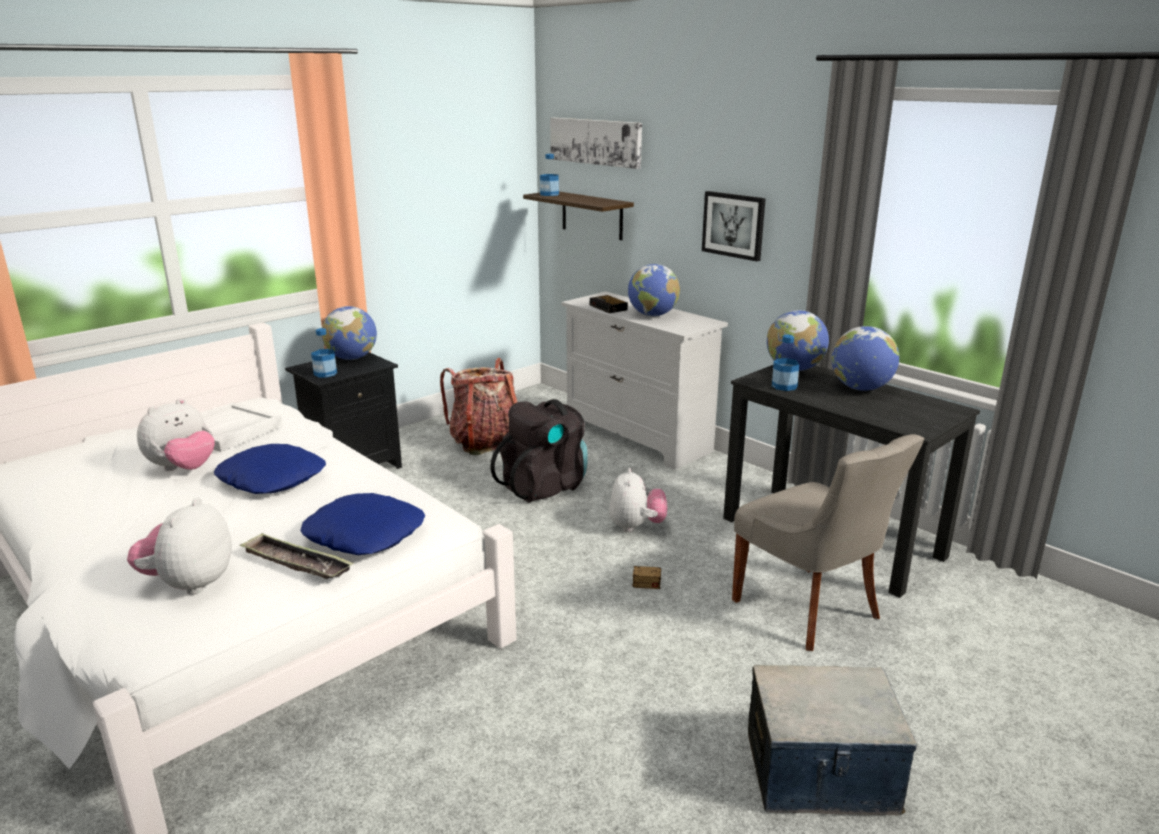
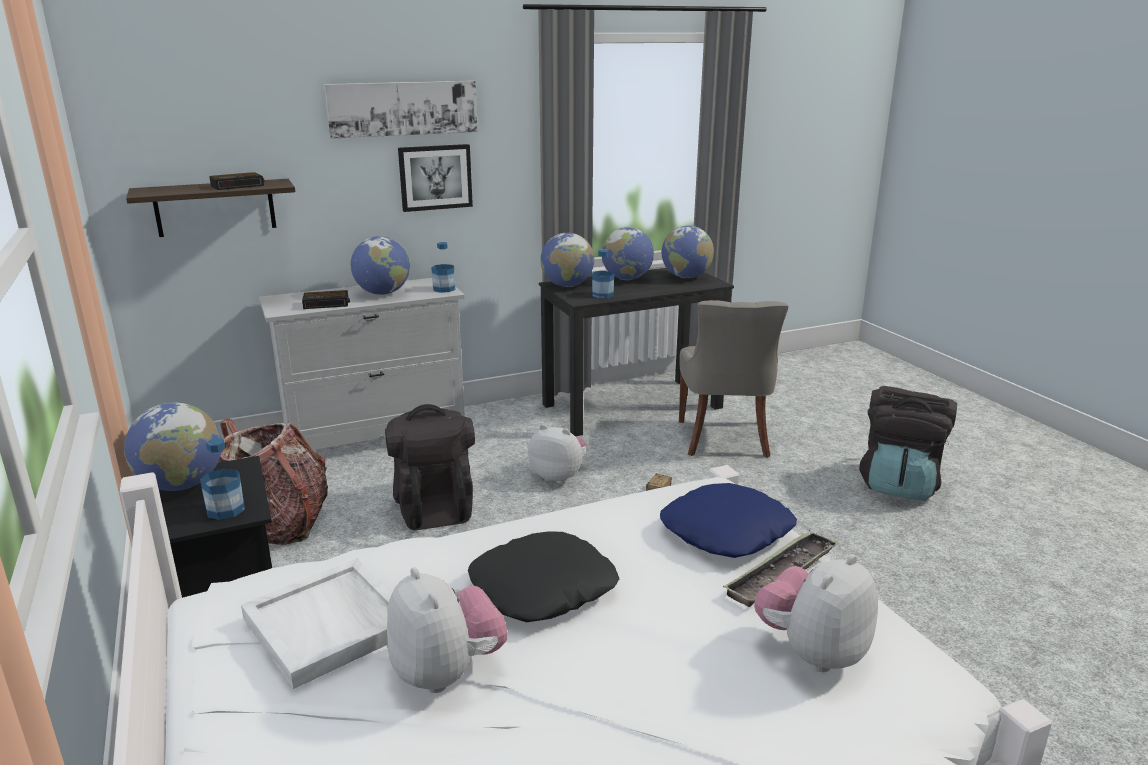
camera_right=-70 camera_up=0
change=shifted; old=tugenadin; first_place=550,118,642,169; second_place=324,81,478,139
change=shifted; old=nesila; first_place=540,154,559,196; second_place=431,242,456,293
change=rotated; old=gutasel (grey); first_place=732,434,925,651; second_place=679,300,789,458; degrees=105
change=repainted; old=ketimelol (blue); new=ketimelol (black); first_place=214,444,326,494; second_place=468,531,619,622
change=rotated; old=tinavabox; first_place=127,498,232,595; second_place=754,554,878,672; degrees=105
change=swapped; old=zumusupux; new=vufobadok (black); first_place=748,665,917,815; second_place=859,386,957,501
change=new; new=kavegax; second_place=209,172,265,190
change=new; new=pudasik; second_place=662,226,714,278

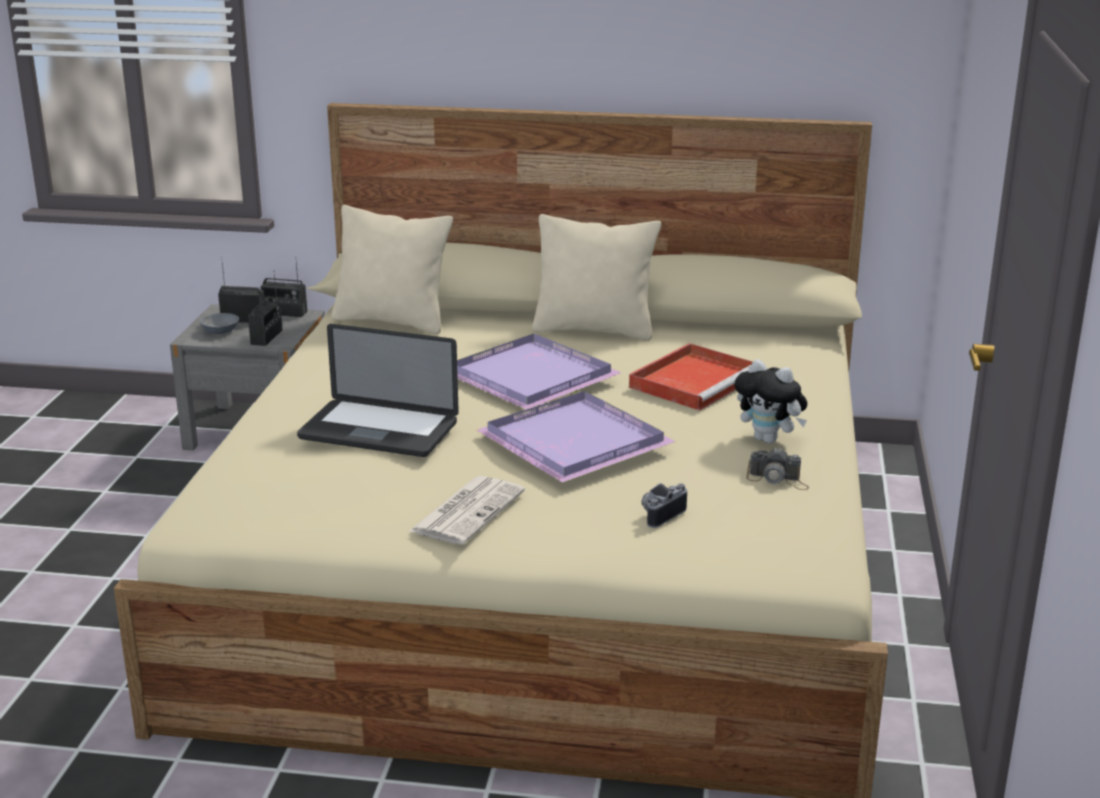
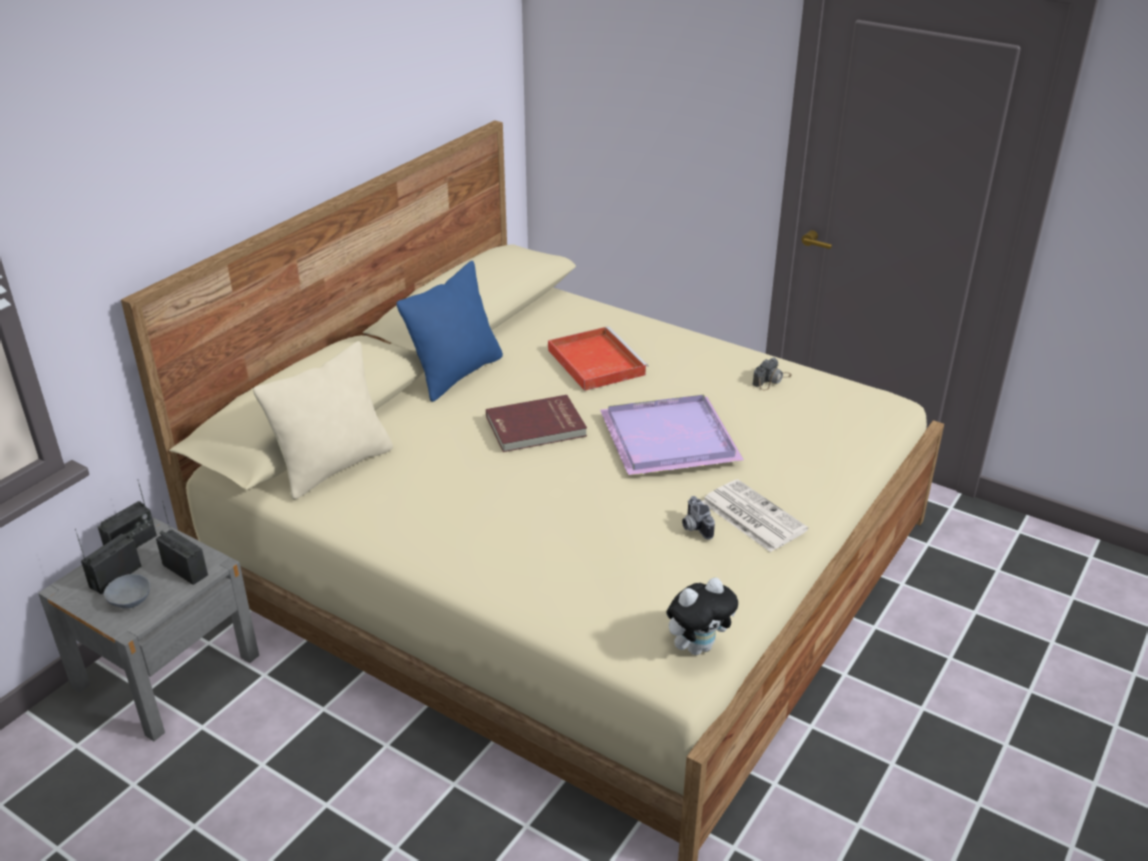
camera_right=-65 camera_up=10
change=repainted; old=ketimelol (beige); new=ketimelol (blue); first_place=532,214,661,341; second_place=396,261,503,402
change=gone; old=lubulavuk; first_place=297,324,459,457
change=swapped; old=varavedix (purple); new=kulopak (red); first_place=457,334,622,410; second_place=486,395,587,452
change=shifted; old=tinavabox; first_place=734,359,807,444; second_place=666,578,738,655
change=shifted; old=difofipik; first_place=641,483,687,528; second_place=682,496,715,539

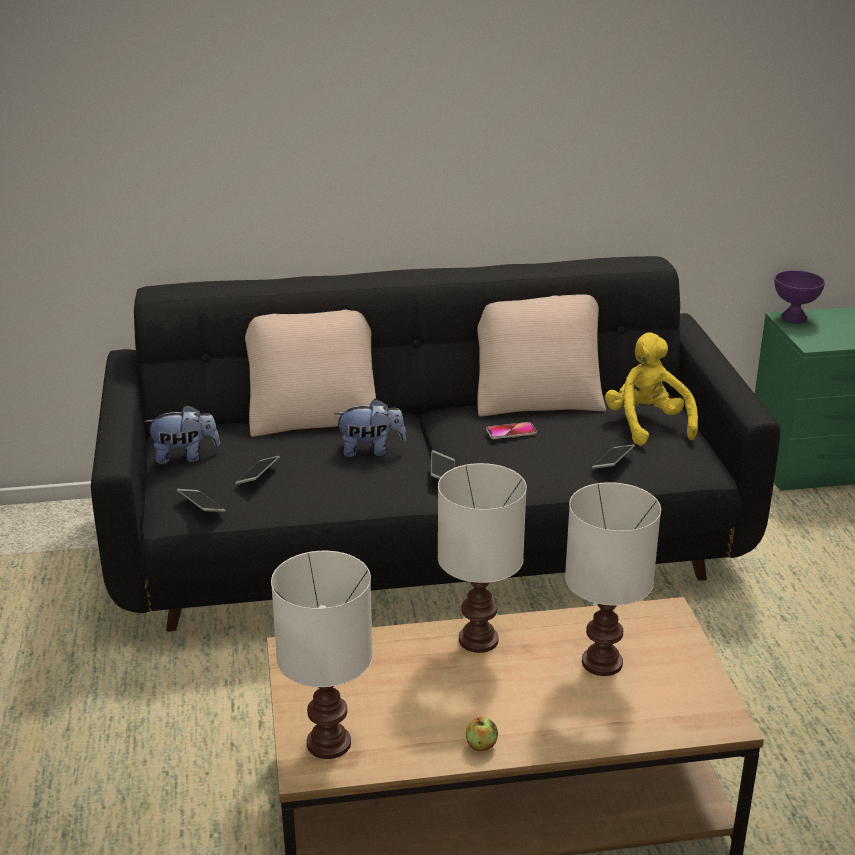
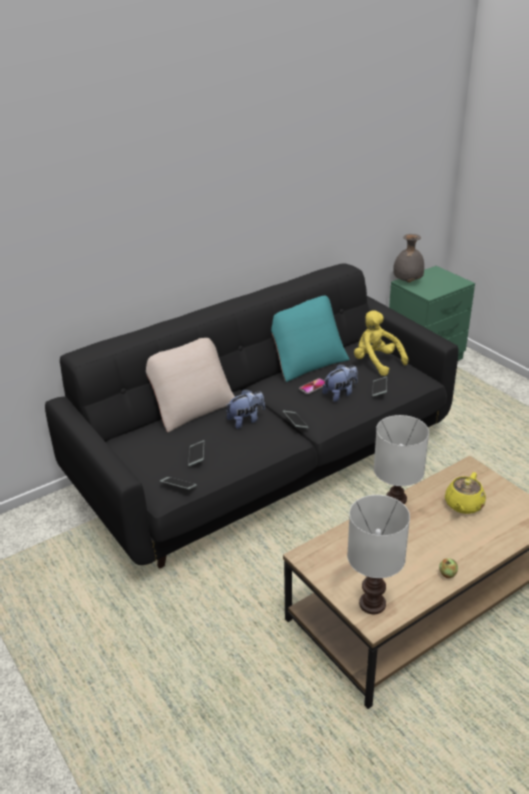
camera_right=-25 camera_up=5
change=swapped; old=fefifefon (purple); new=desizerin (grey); first_place=774,270,825,324; second_place=394,234,424,283
change=repainted; old=ketimelol (beige); new=ketimelol (turquoise); first_place=477,294,606,417; second_place=271,296,350,382
change=shifted; old=tinavabox; first_place=144,405,220,465; second_place=322,364,358,402
change=swapped; old=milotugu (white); new=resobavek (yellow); first_place=565,482,661,676; second_place=445,472,486,514

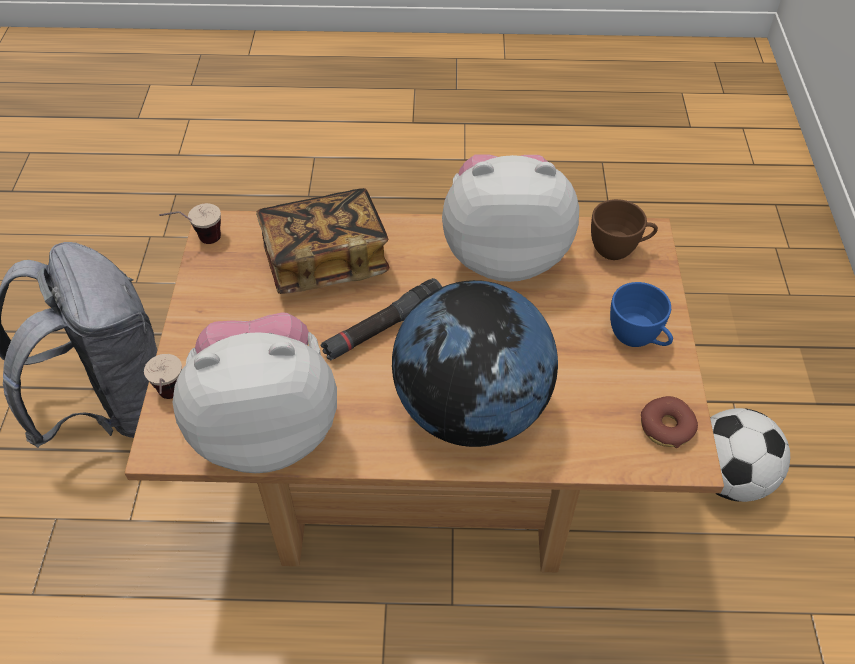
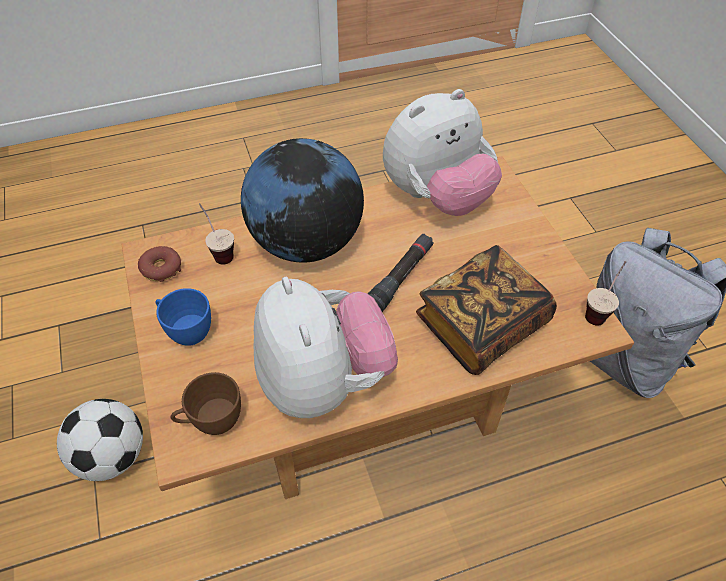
camera_right=160 camera_up=0
change=rotated; old=tinavabox; first_place=442,154,579,282; second_place=254,277,398,418; degrees=-90
change=shifted; old=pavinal; first_place=144,354,182,399; second_place=199,203,234,265

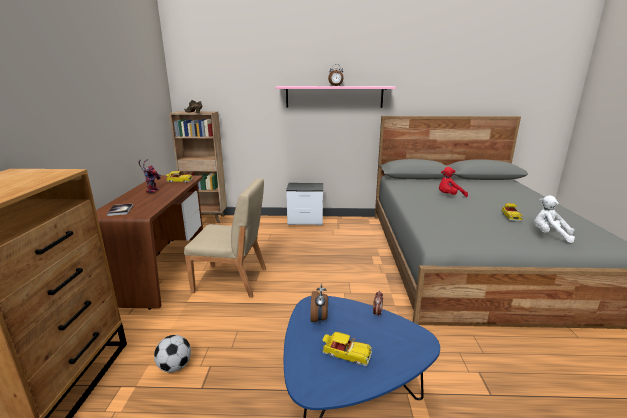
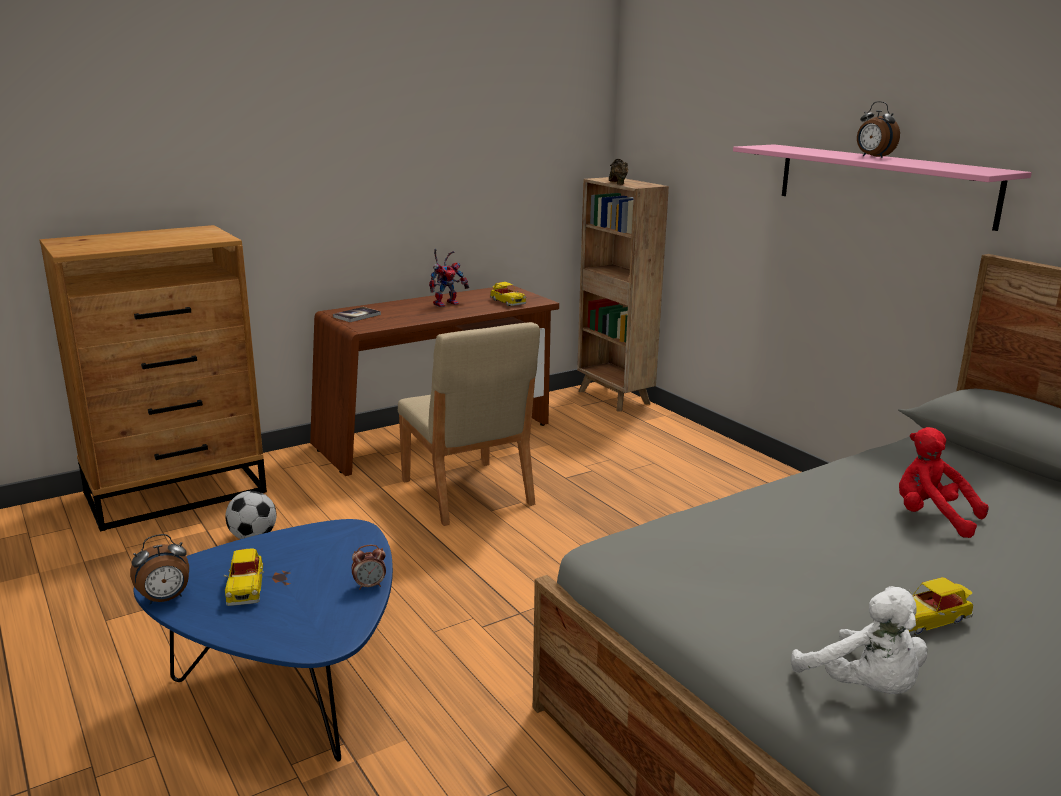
camera_right=55 camera_up=0
change=gone; old=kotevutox; first_place=286,183,323,225
change=rotated; old=tinavabox (white); first_place=534,196,575,243; second_place=791,586,927,694; degrees=150
change=shifted; old=kavegax; first_place=310,283,328,324; second_place=130,534,189,605

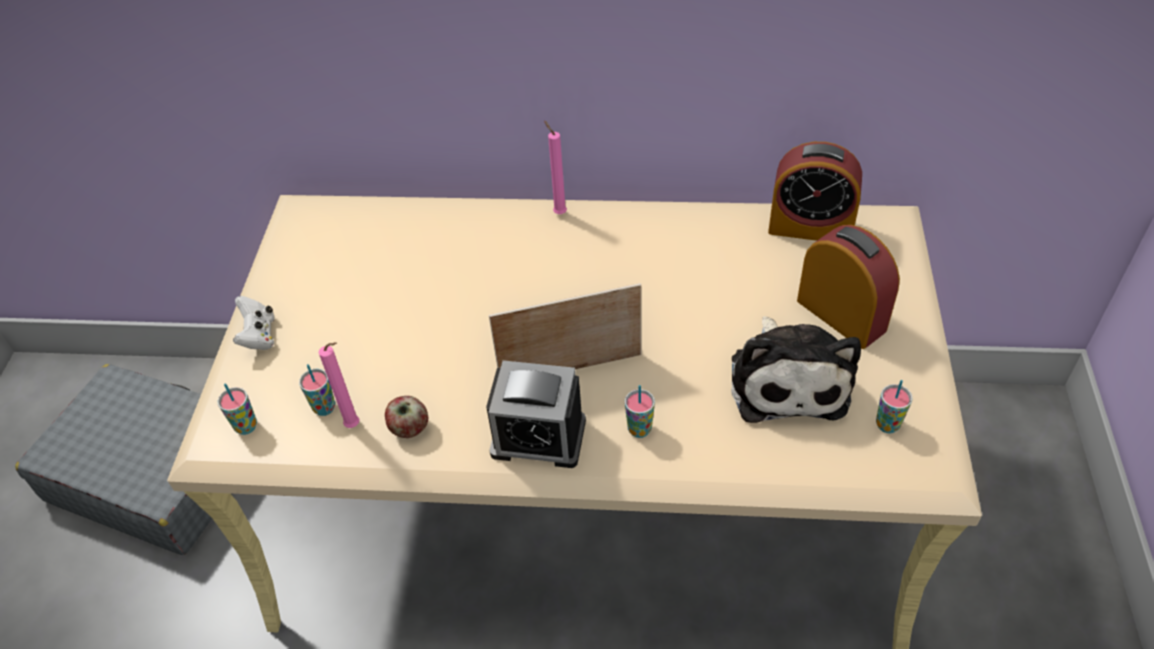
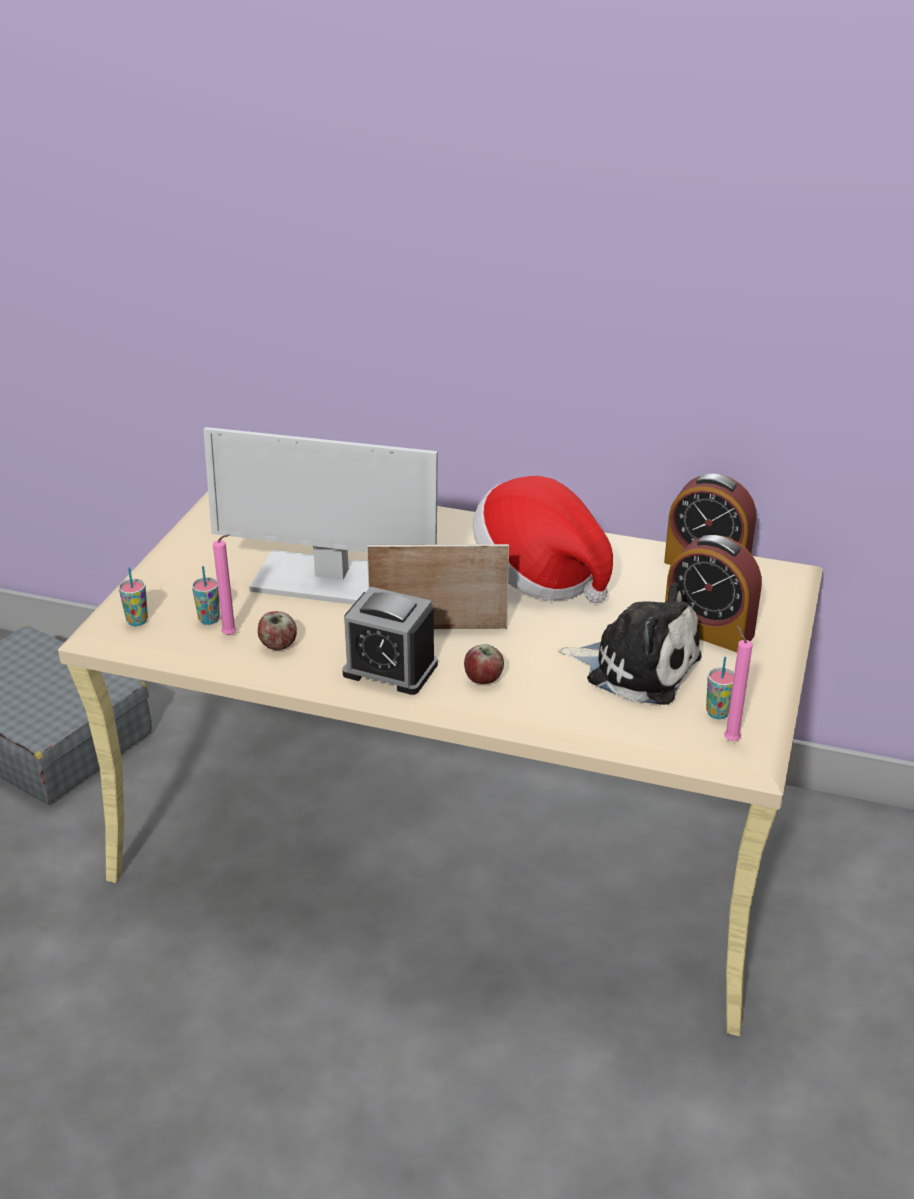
camera_right=10 camera_up=-15
change=shifted; old=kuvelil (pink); first_place=544,121,567,214; second_place=724,625,753,741
change=rotated; old=kavegax; first_place=797,225,900,349; second_place=665,535,762,652; degrees=150
change=gone; old=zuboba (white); first_place=233,296,275,350
change=rotated; old=tinavabox; first_place=731,316,861,423; second_place=558,582,702,705; degrees=-75
change=swapped; old=pavinal; new=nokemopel; first_place=625,385,655,438; second_place=464,644,504,684
change=new; new=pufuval; second_place=203,427,438,605
change=new; new=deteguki; second_place=473,476,613,603

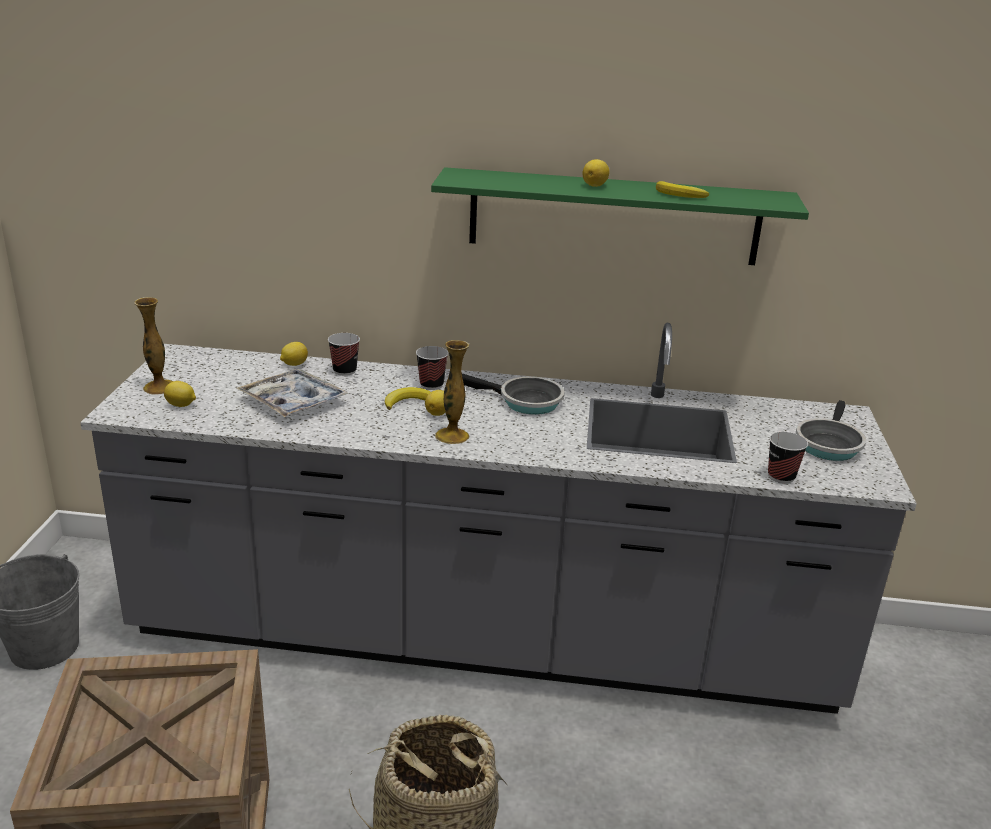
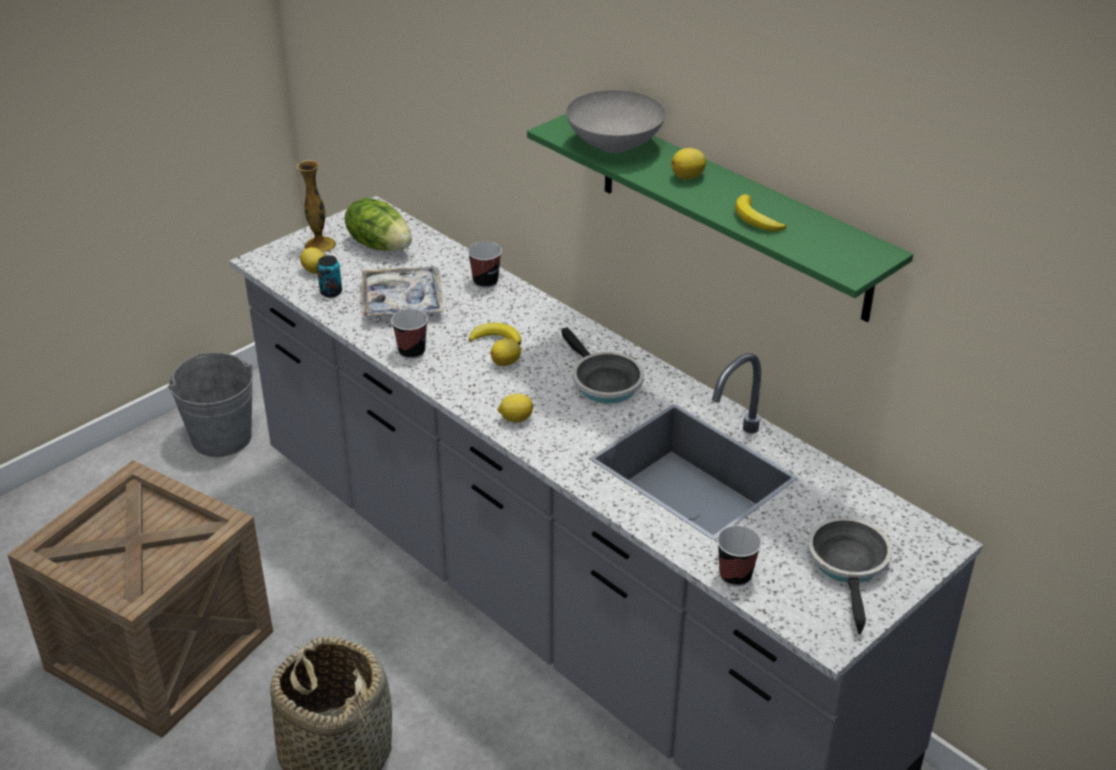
camera_right=40 camera_up=10
change=gone; old=desizerin; first_place=435,340,469,444
change=shifted; old=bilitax; first_place=280,342,308,366; second_place=498,394,533,423
change=shifted; old=pavinal; first_place=416,346,449,390; second_place=391,309,428,359
change=rotated; old=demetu; first_place=796,400,866,461; second_place=808,517,892,634; degrees=120
change=new; new=fefifefon (grey); second_place=566,90,666,153
change=new; new=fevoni; second_place=345,198,412,251
change=new; new=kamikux; second_place=317,255,342,297

